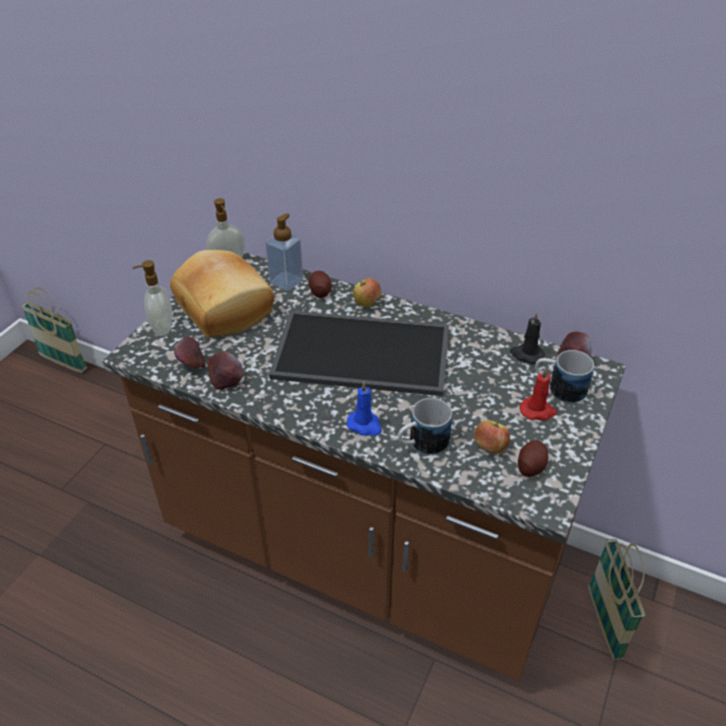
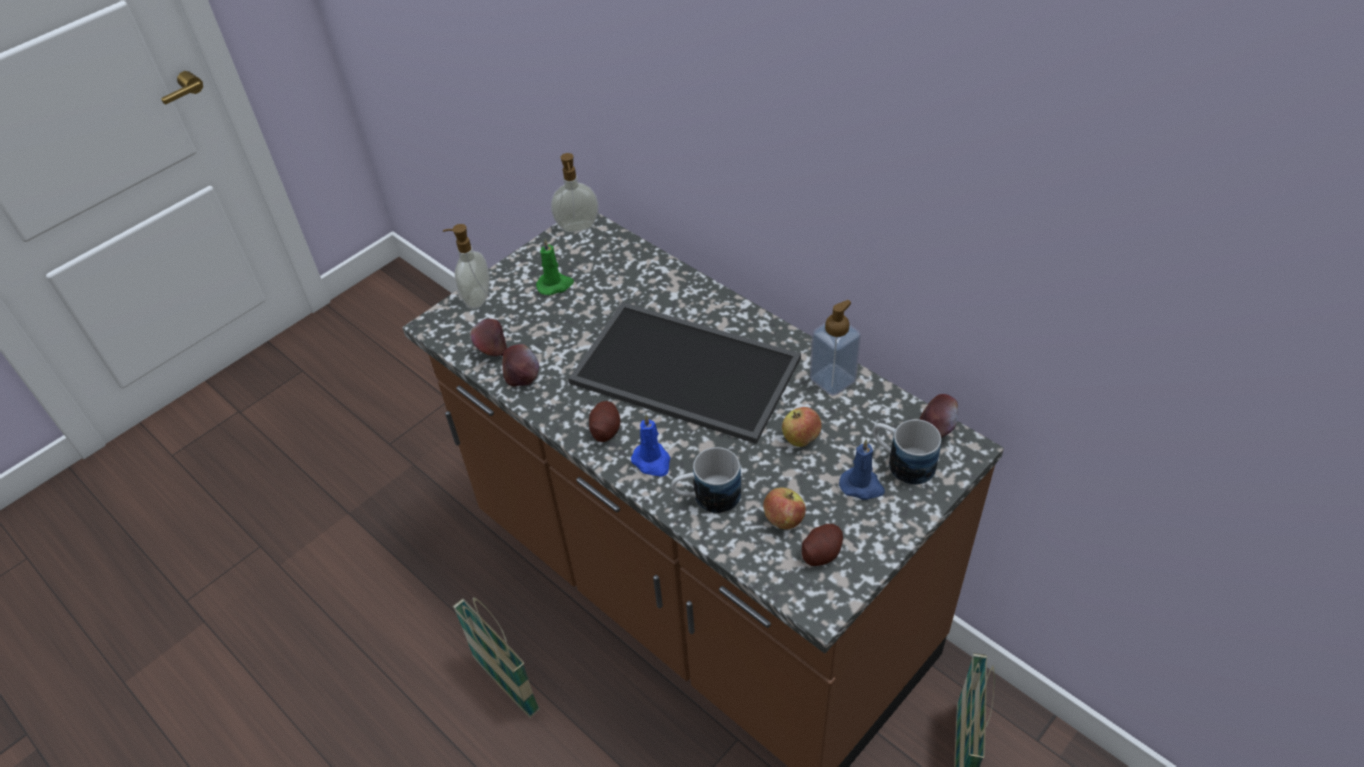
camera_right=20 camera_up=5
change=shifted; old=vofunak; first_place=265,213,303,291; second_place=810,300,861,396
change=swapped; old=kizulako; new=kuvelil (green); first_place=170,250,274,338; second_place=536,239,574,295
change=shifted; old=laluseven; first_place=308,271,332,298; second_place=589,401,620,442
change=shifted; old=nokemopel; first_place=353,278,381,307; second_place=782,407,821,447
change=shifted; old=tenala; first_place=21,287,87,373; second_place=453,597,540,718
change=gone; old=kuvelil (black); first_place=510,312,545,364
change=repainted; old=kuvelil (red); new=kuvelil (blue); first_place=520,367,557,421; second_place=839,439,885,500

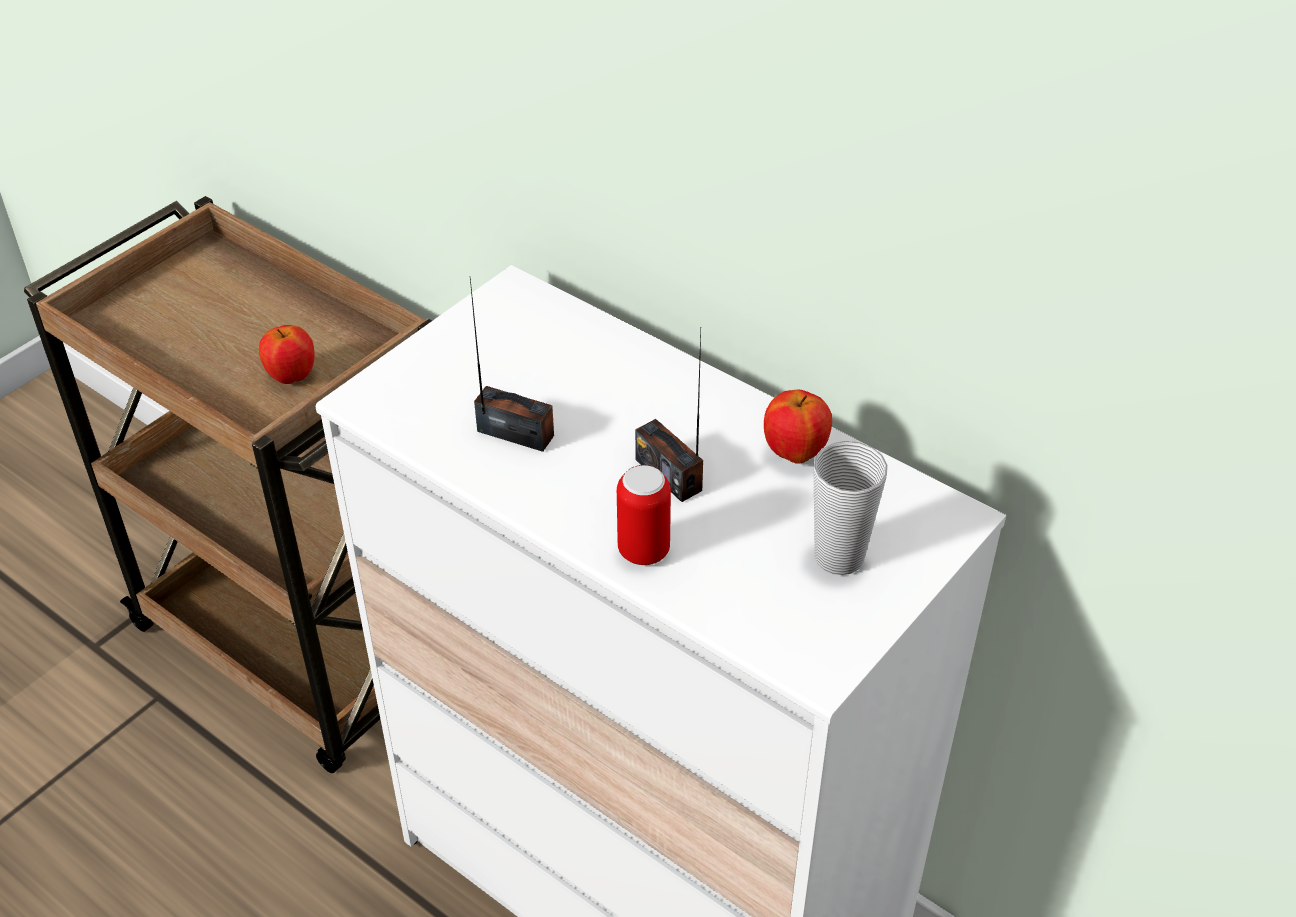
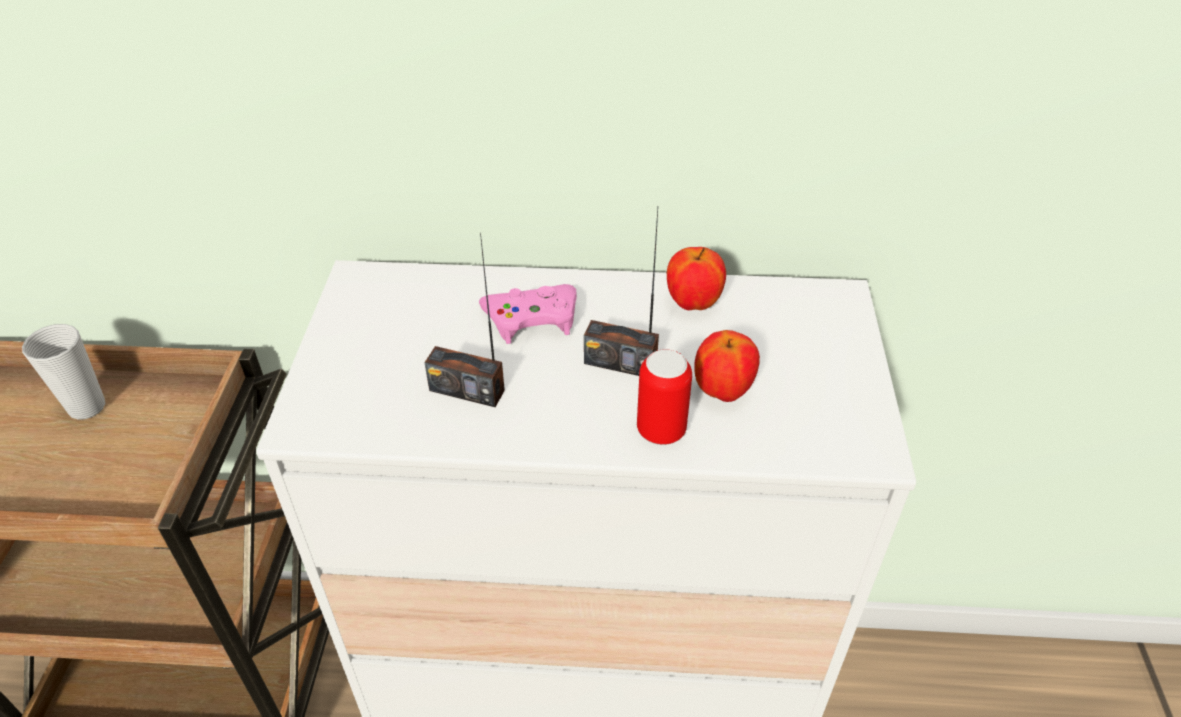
camera_right=-35 camera_up=0
change=rotated; old=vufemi; first_place=470,278,554,452; second_place=424,233,505,407; degrees=-150
change=shifted; old=nokemopel; first_place=259,325,314,384; second_place=694,330,760,402
change=shifted; old=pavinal; first_place=814,441,888,575; second_place=22,324,105,420
change=new; new=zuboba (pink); second_place=479,284,577,344

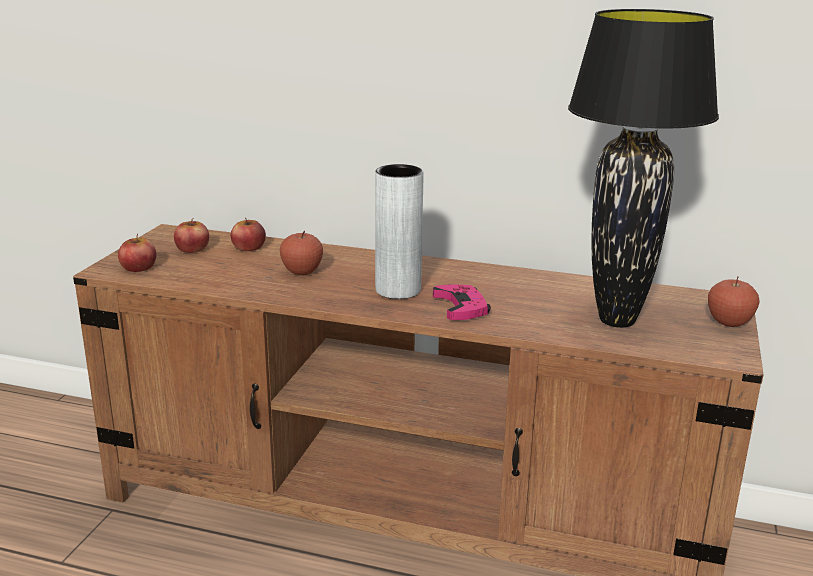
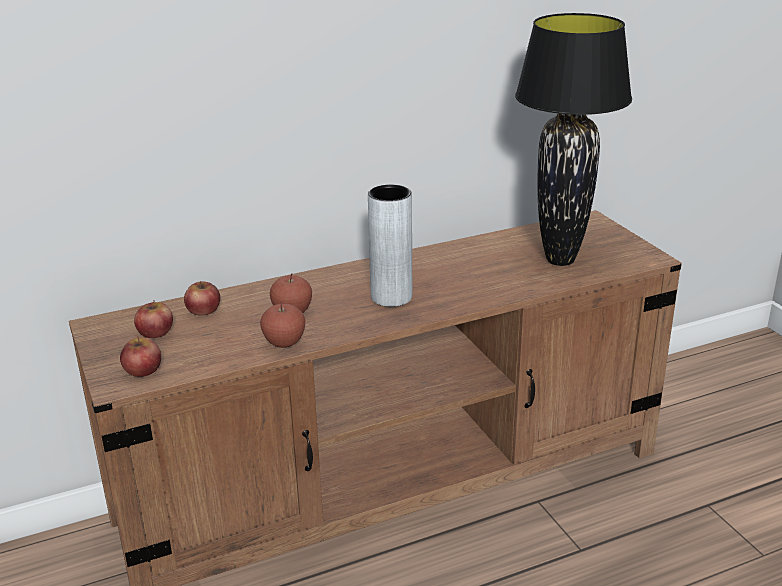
camera_right=-40 camera_up=5
change=shifted; old=nokemopel; first_place=708,276,759,327; second_place=260,302,305,348
change=gone; old=zuboba (pink); first_place=433,285,491,320

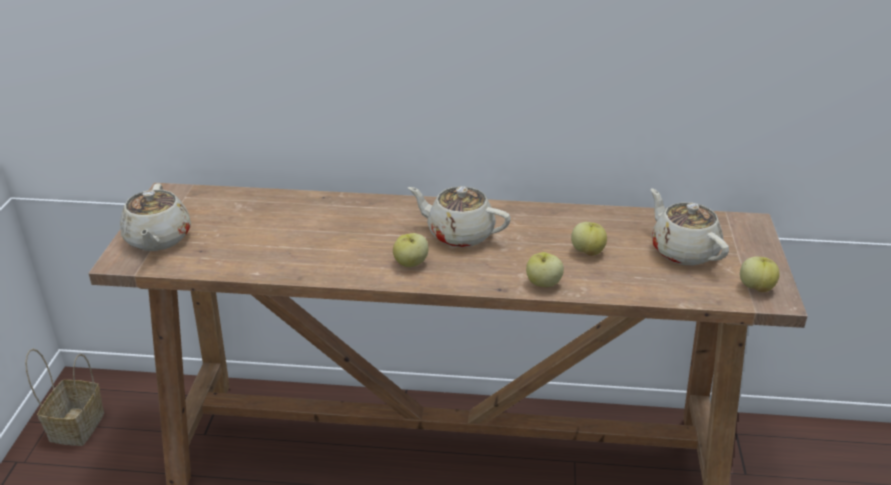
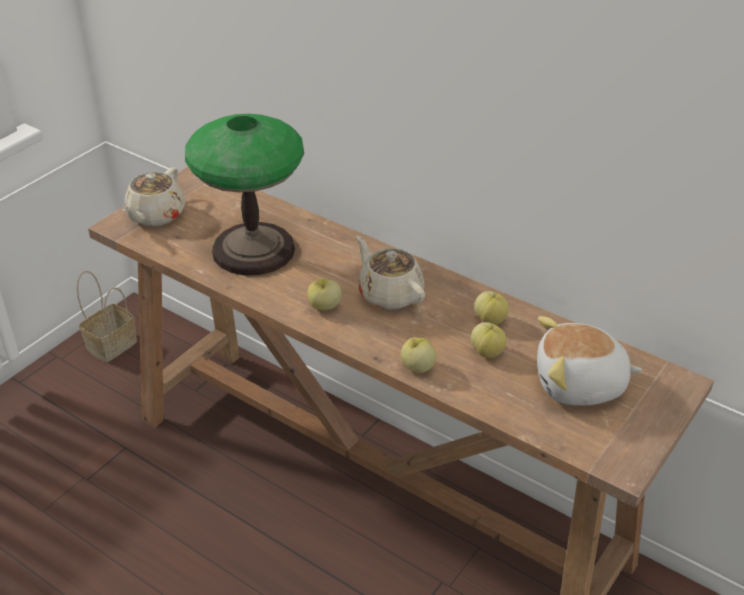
camera_right=30 camera_up=5
change=swapped; old=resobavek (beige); new=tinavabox; first_place=651,189,729,266; second_place=537,316,642,405
change=shifted; old=nokemopel; first_place=740,257,780,292; second_place=474,291,509,325
change=new; new=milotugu; second_place=185,113,304,276

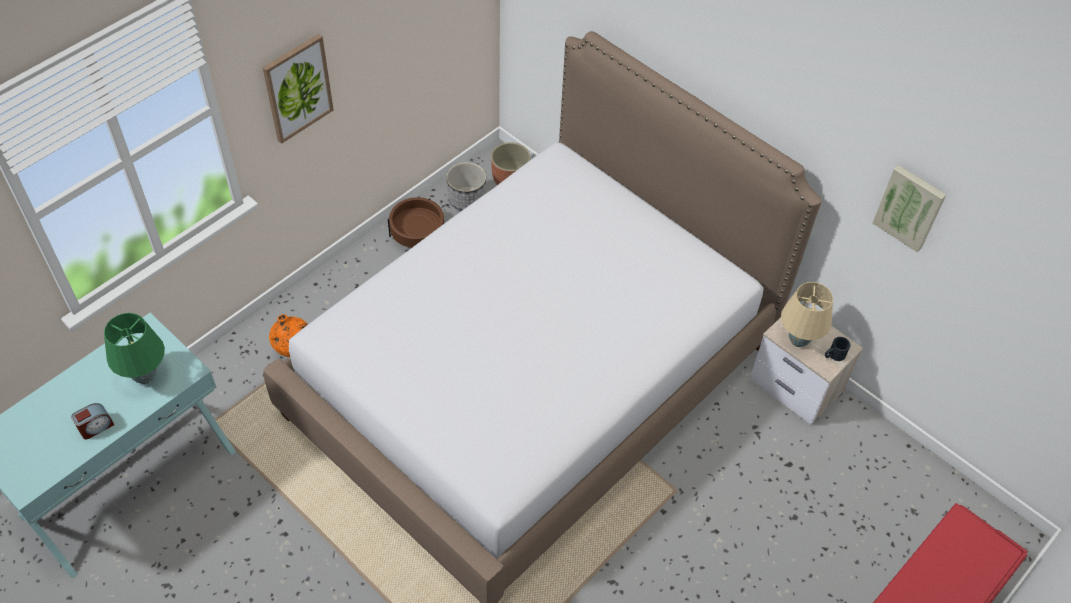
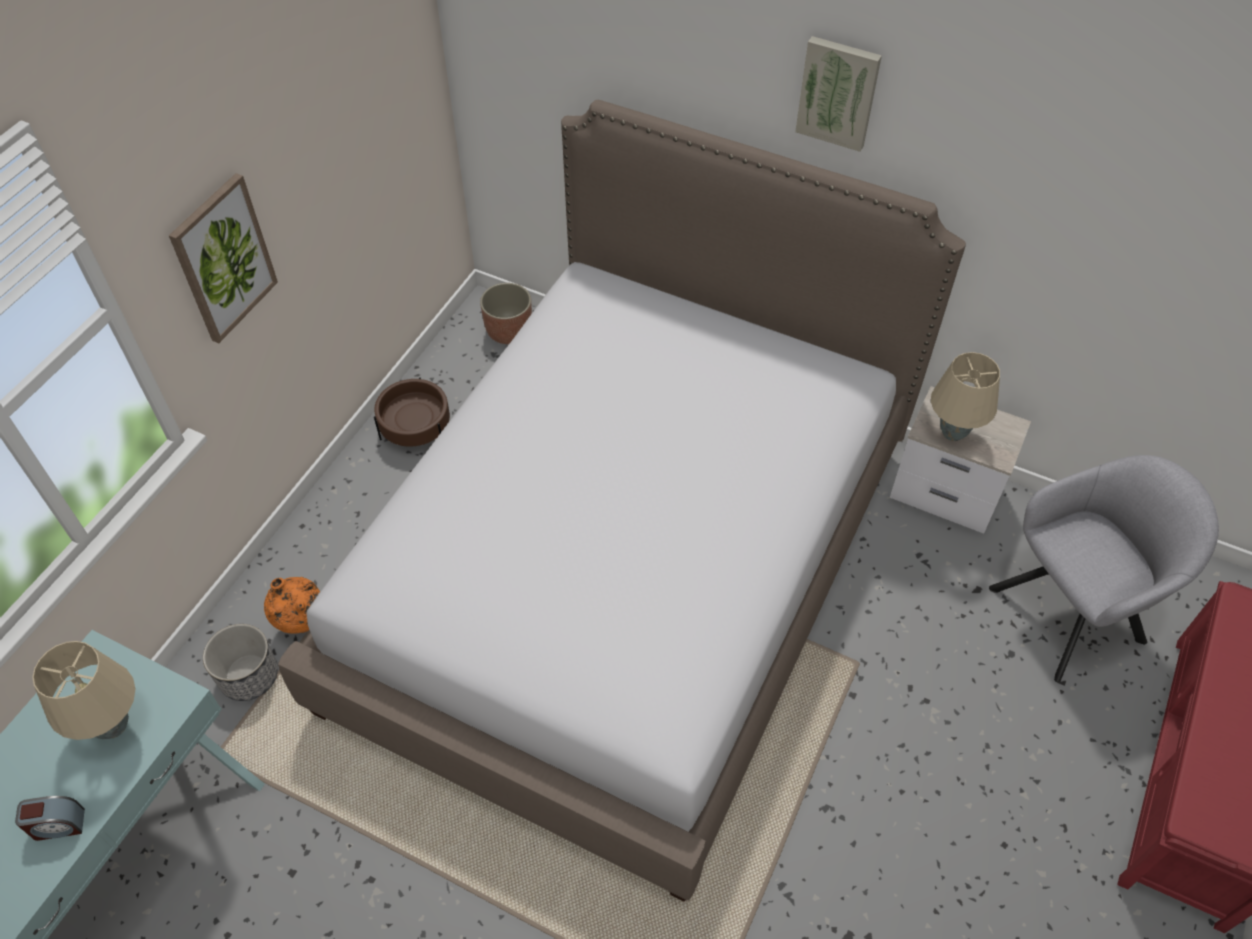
camera_right=-15 camera_up=0
change=shifted; old=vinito; first_place=446,162,486,211; second_place=203,624,278,701
change=shifted; old=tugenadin; first_place=872,165,946,253; second_place=795,36,882,152
change=repainted; old=milotugu (green); new=milotugu (beige); first_place=104,313,165,384; second_place=33,641,135,740
change=gone; old=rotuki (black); first_place=825,337,850,361
change=rotated; old=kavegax; first_place=71,403,114,440; second_place=15,796,85,841; degrees=45
change=new; new=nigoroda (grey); second_place=989,455,1219,682

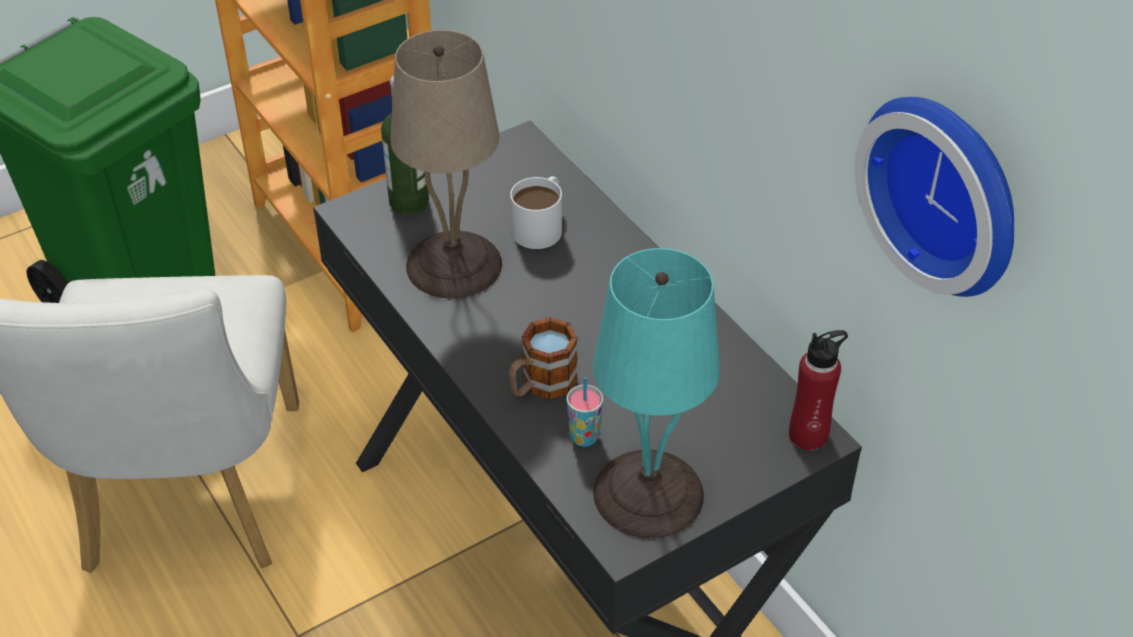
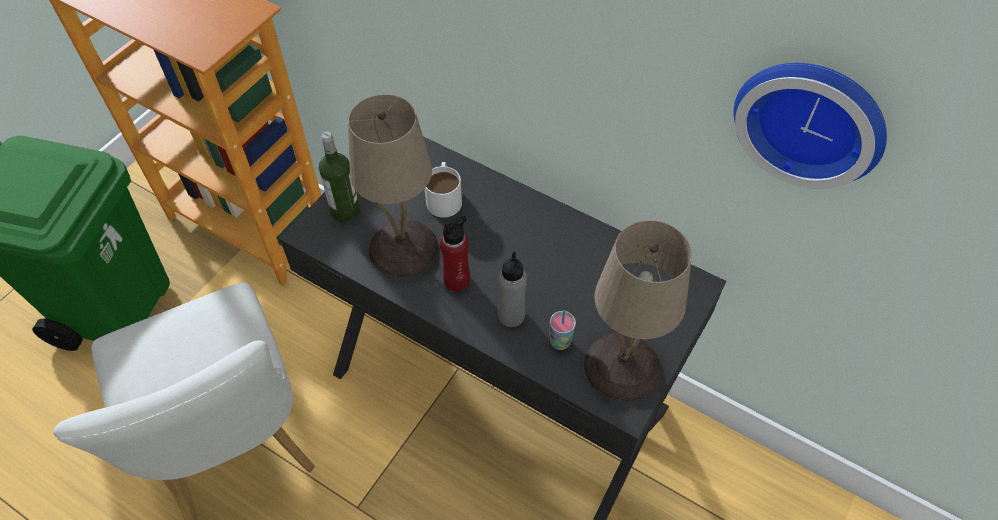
camera_right=-25 camera_up=10
change=repainted; old=milotugu (turquoise); new=milotugu (beige); first_place=593,248,720,539; second_place=584,220,692,402
change=swapped; old=rotuki; new=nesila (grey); first_place=509,317,578,400; second_place=498,251,527,327
change=shifted; old=nesila (red); first_place=789,330,848,450; second_place=440,216,470,292

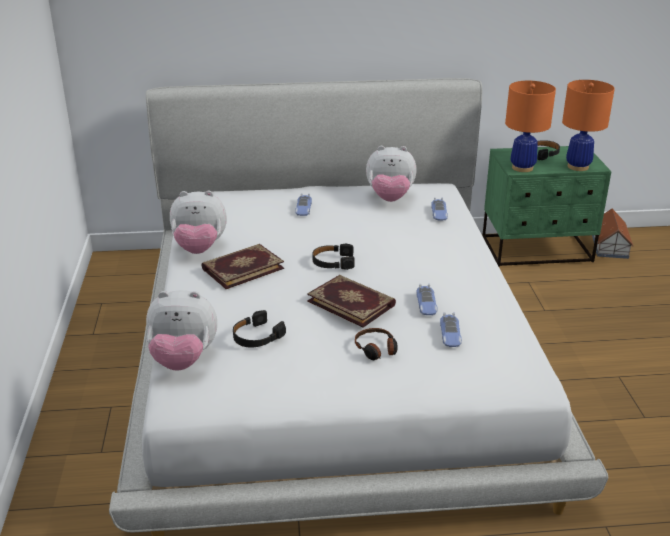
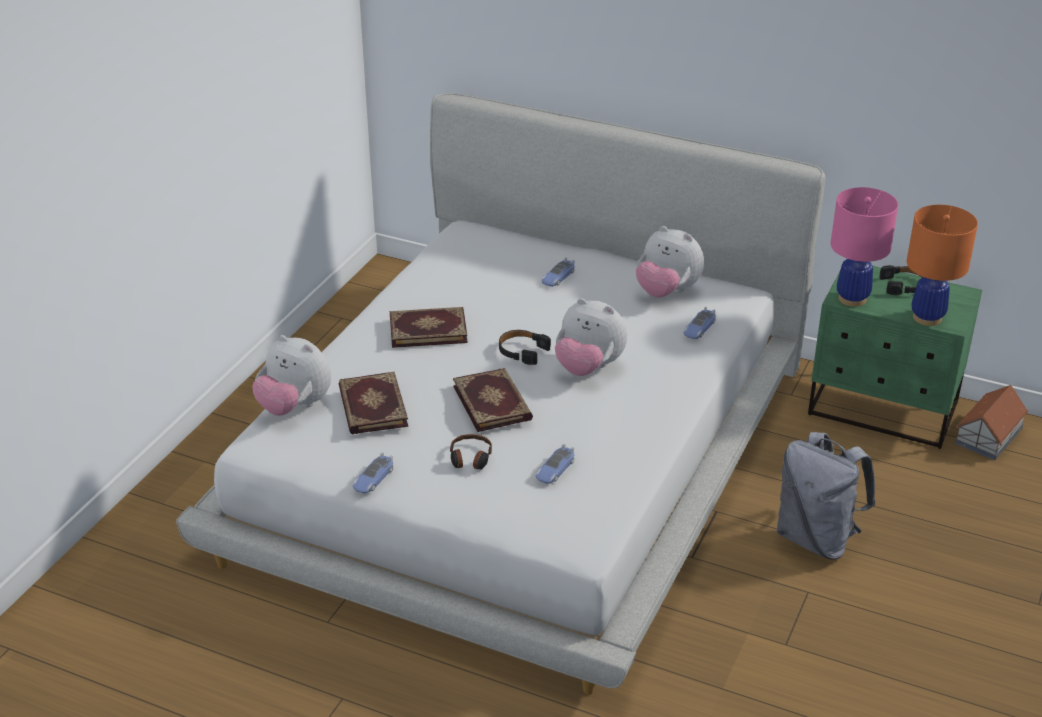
camera_right=30 camera_up=5
change=repainted; old=milotugu (orange); new=milotugu (pink); first_place=505,81,556,172; second_place=831,187,898,307
change=shifted; old=tinavabox; first_place=170,191,227,254; second_place=555,298,627,376
change=shifted; old=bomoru; first_place=417,284,437,315; second_place=352,452,393,494
change=swapped; old=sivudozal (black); new=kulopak; first_place=233,310,286,347; second_place=339,372,408,434
change=new; new=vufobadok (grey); second_place=777,432,875,560

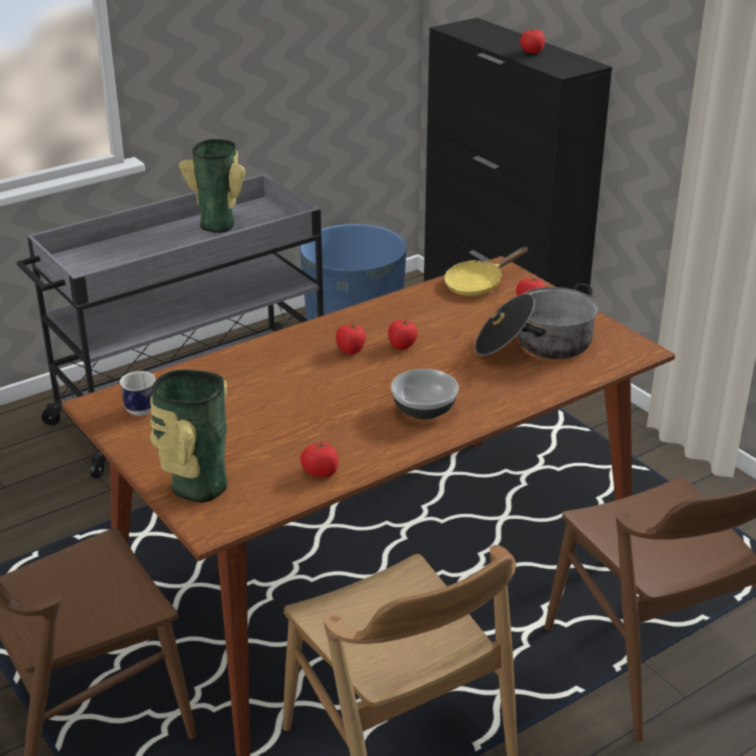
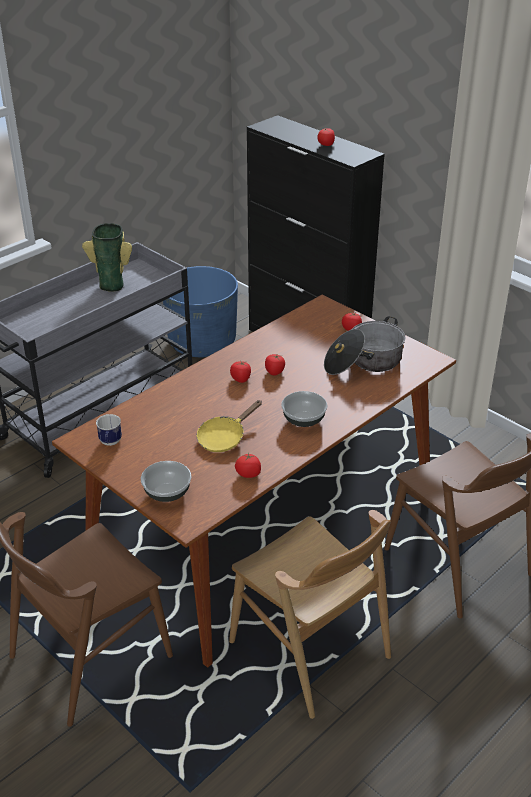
camera_right=-10 camera_up=5
change=shifted; old=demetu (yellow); first_place=444,247,528,296; second_place=196,400,262,452
change=swapped; old=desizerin; new=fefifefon; first_place=150,370,227,503; second_place=141,461,191,502

